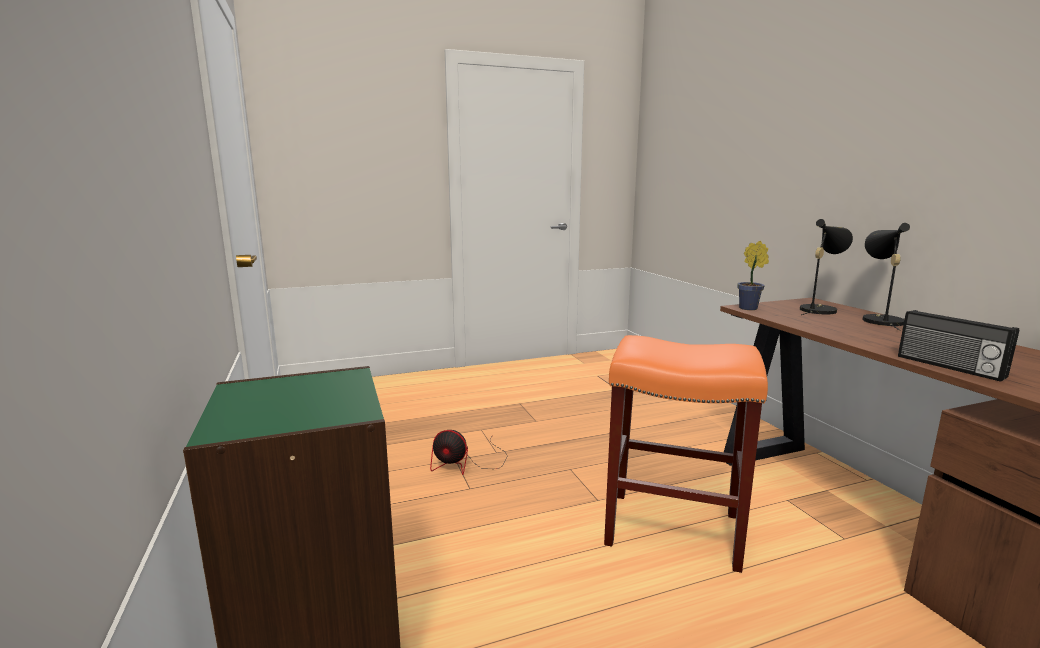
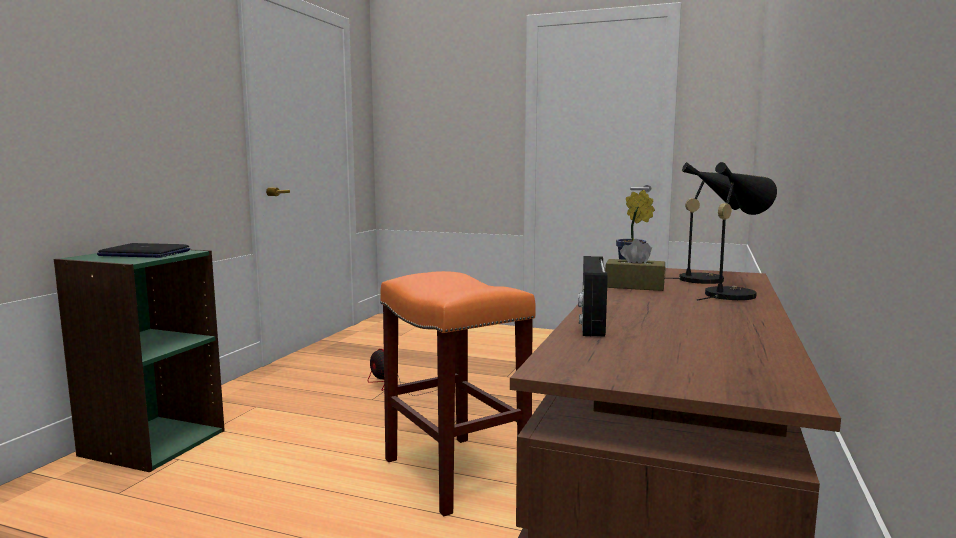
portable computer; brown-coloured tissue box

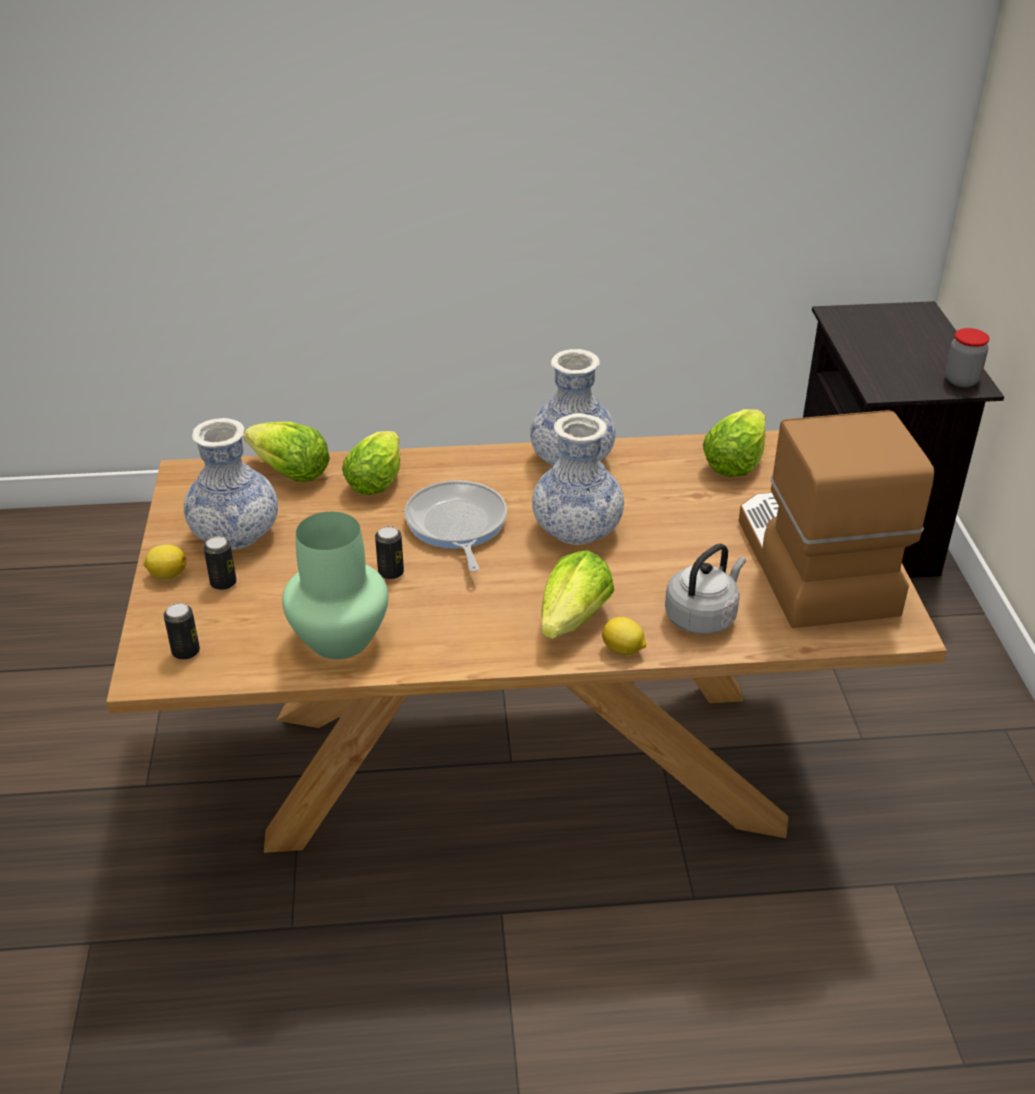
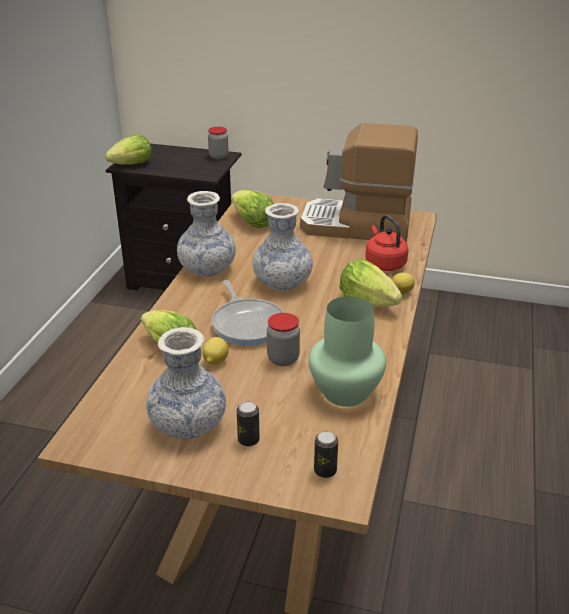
lettuce (no. 1 from left); lemon (no. 1 from left); pan; storage jar (no. 2 from left); red water kettle

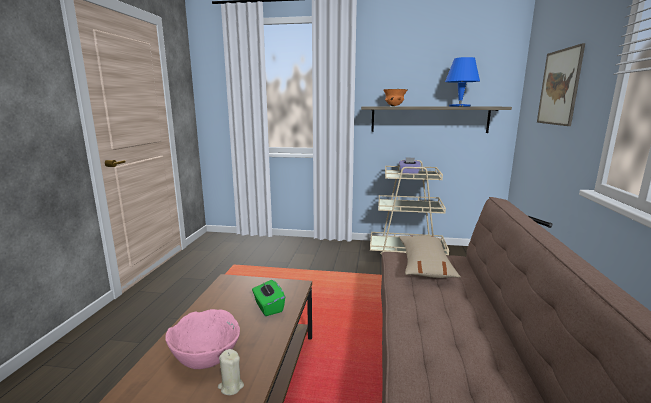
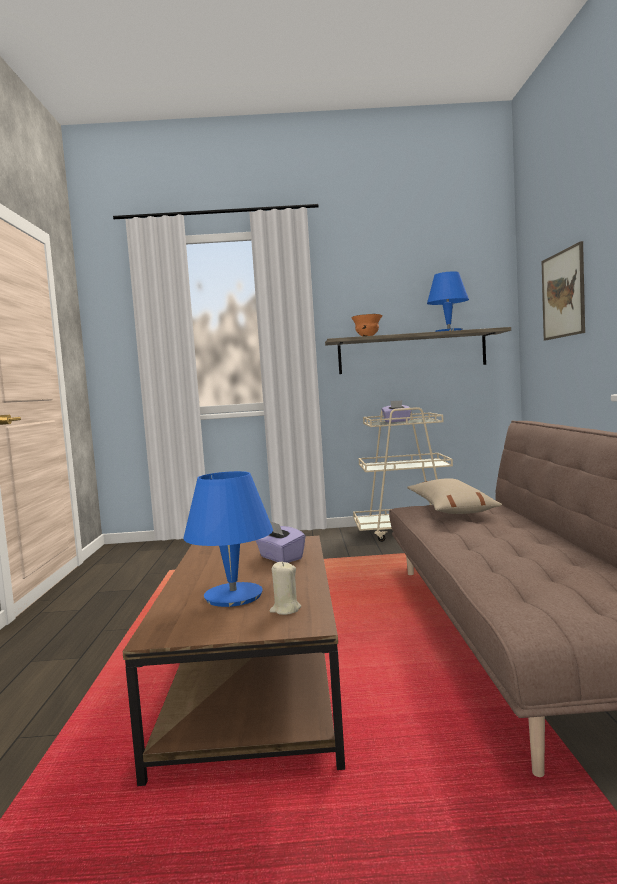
blue-coloured table lamp (no. 1 from left); purple-coloured tissue box (no. 1 from left)

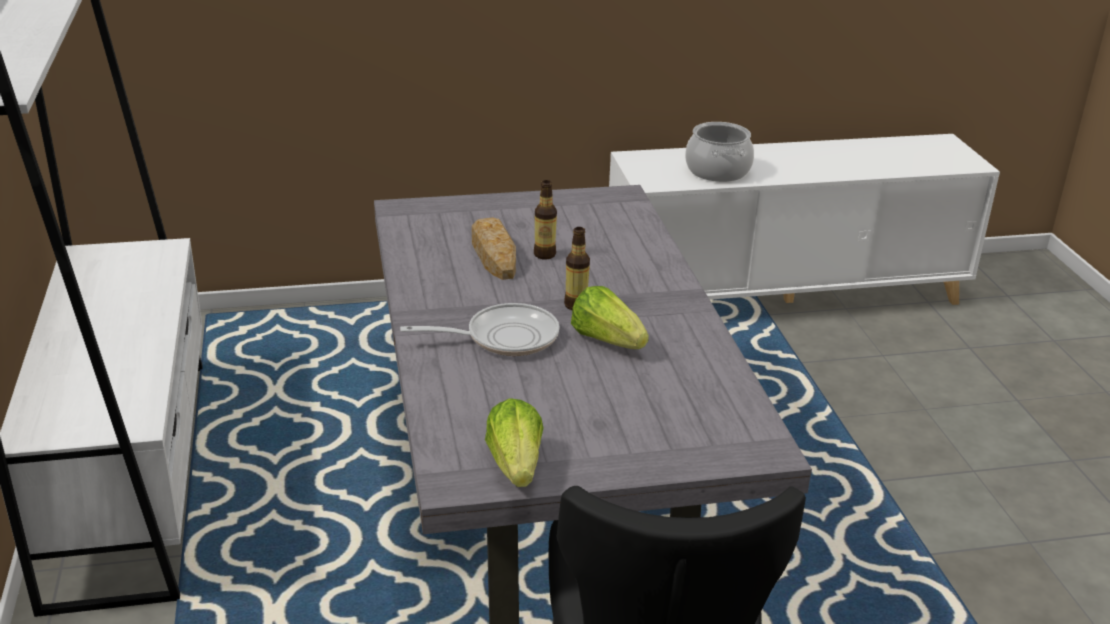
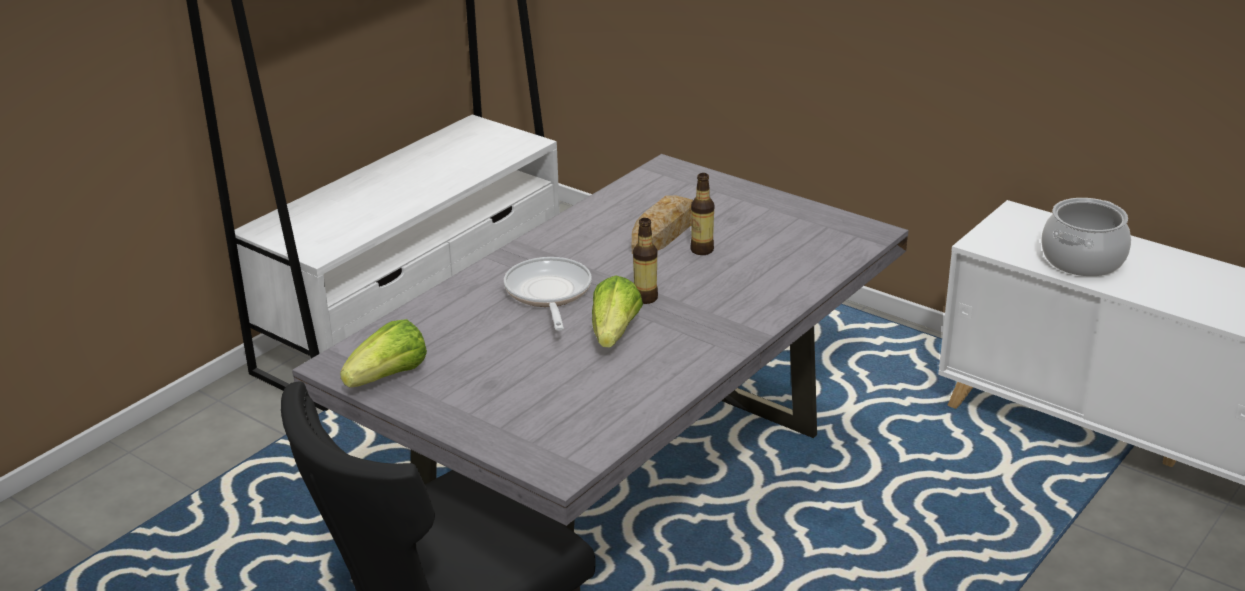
pan

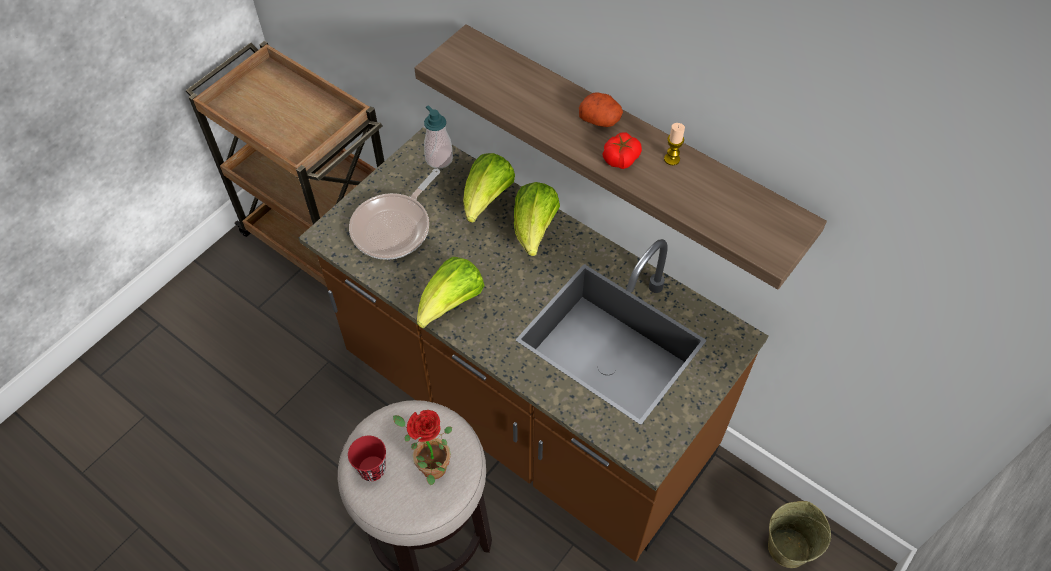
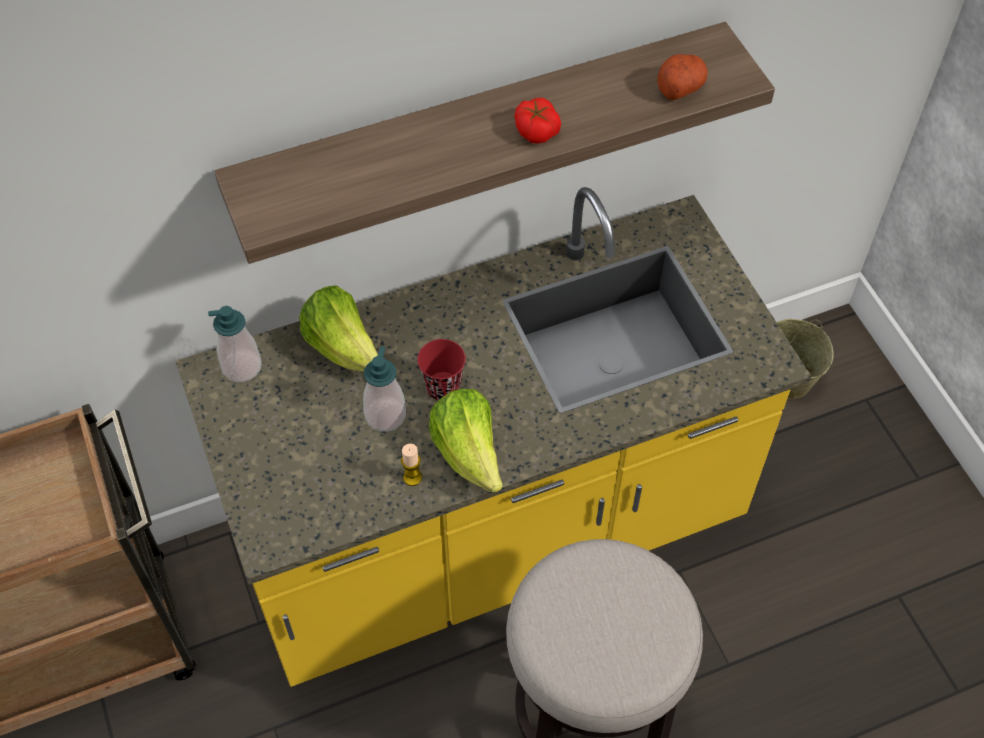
yellowish kitchen base unit; liquid soap bottle (no. 2 from left); candle; red cup; whole potato; pan; plant in a pot; lettuce (no. 3 from left in the first image)

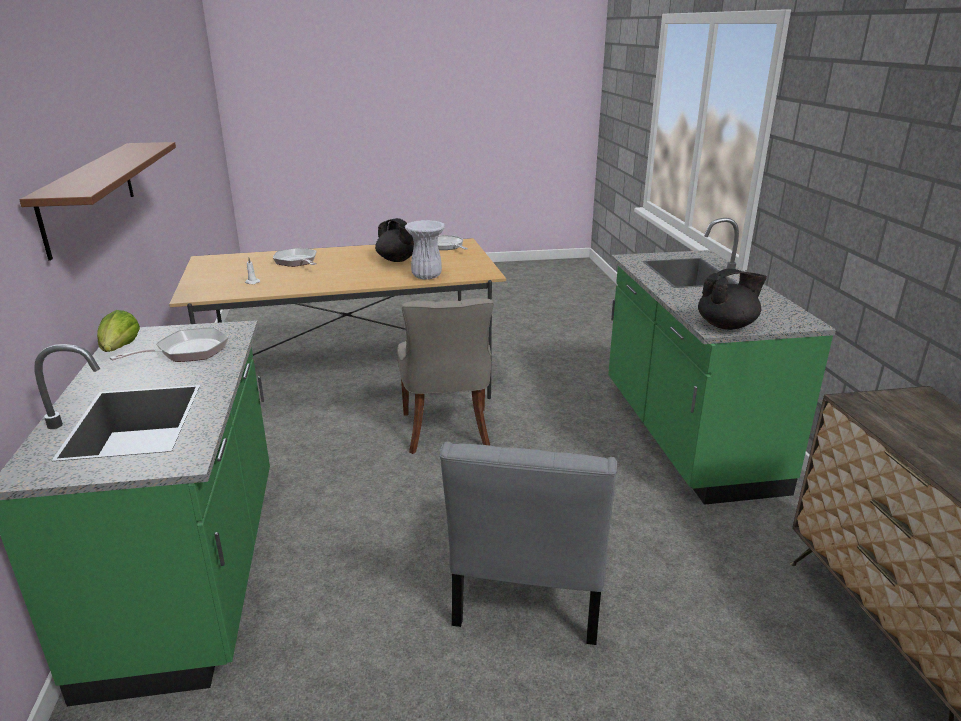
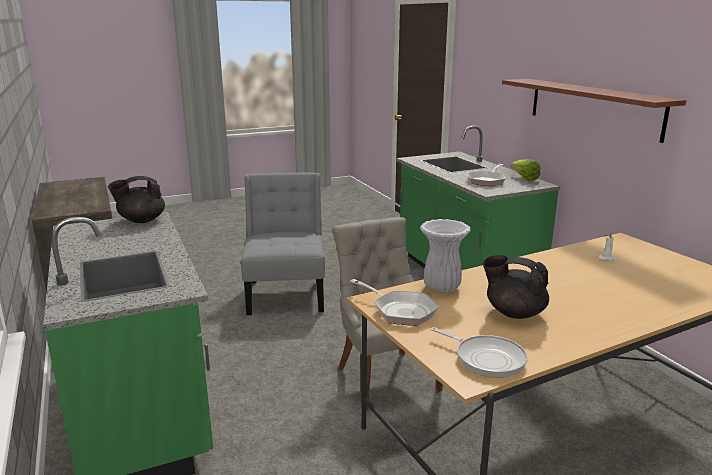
pan (no. 1 from left)

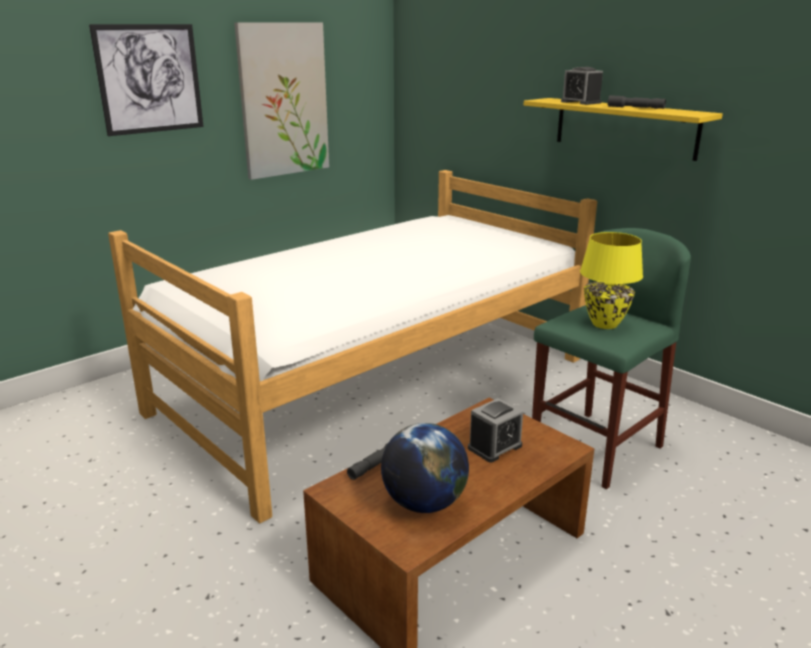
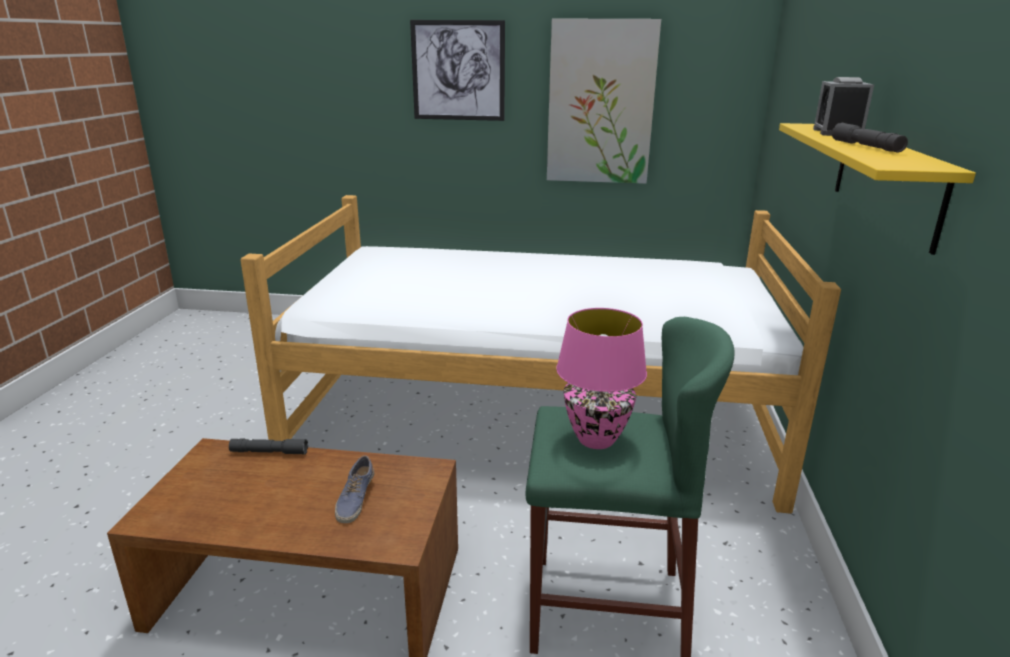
low shoe; pink table lamp; desk globe

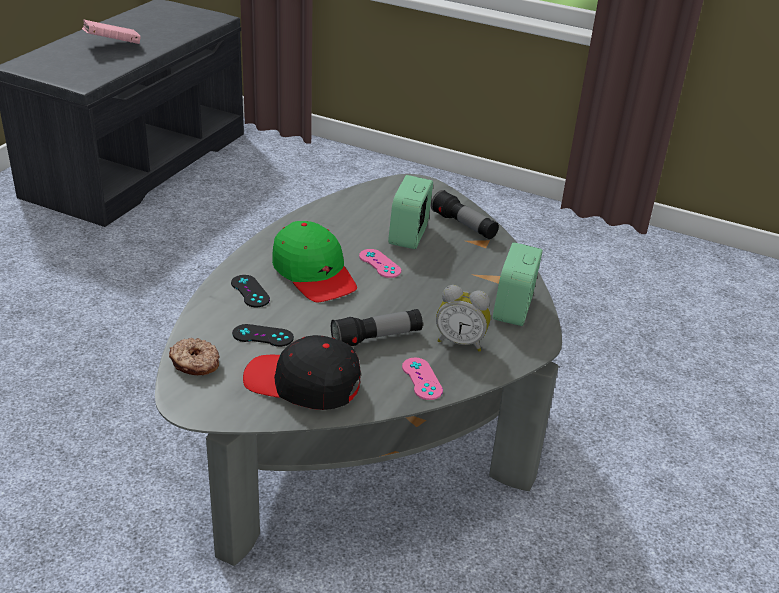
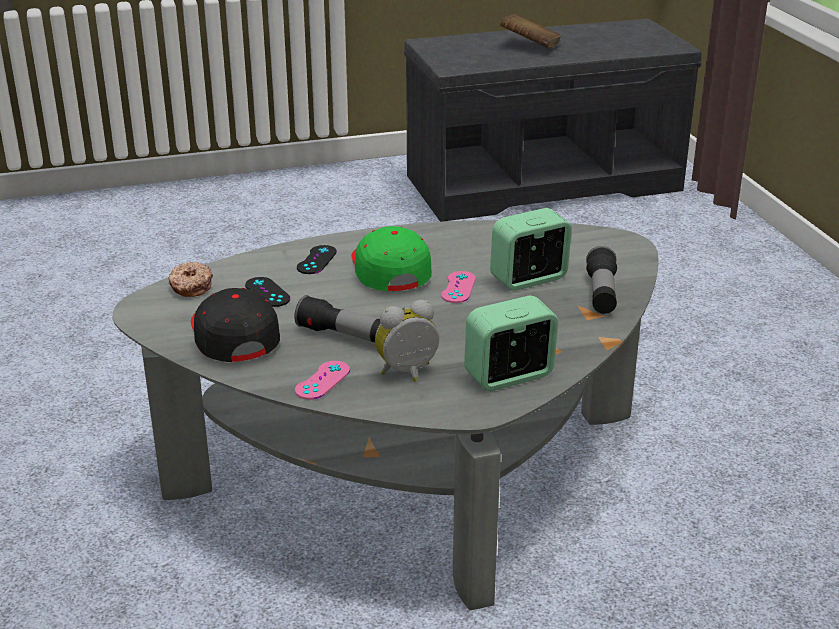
green-coloured peaked cap; bedside clock (no. 1 from left); brown-coloured book

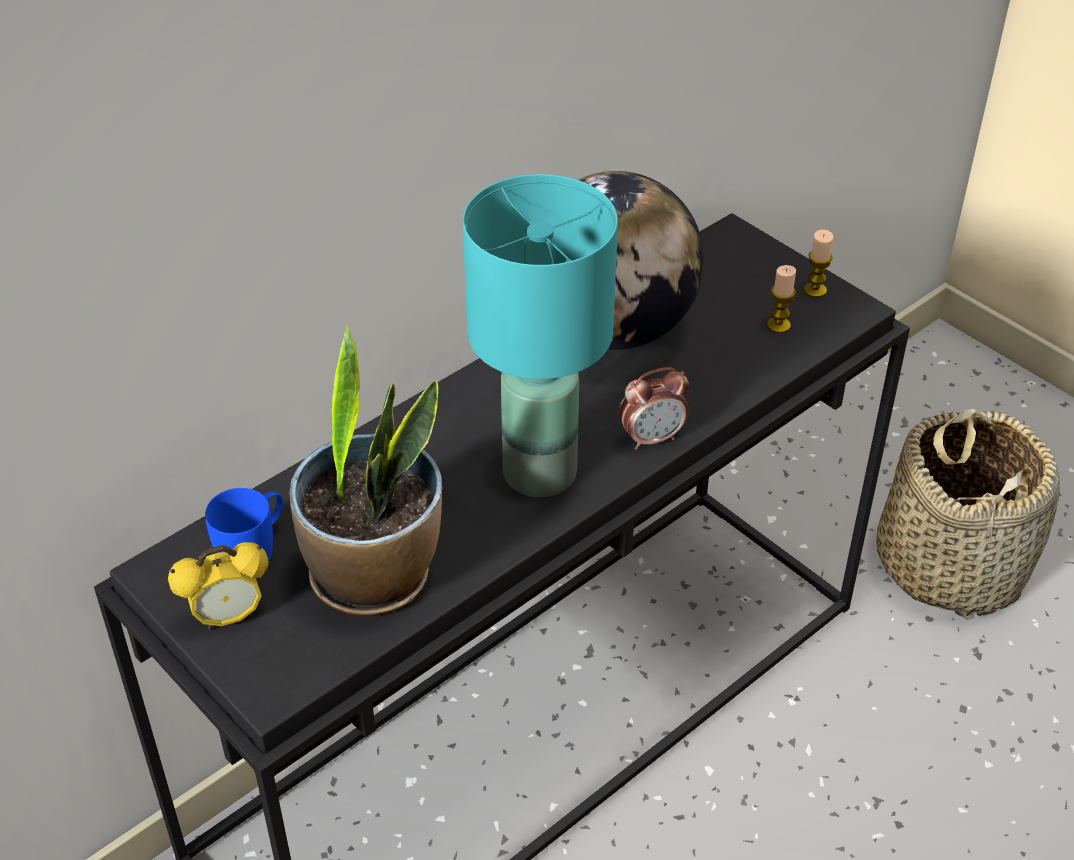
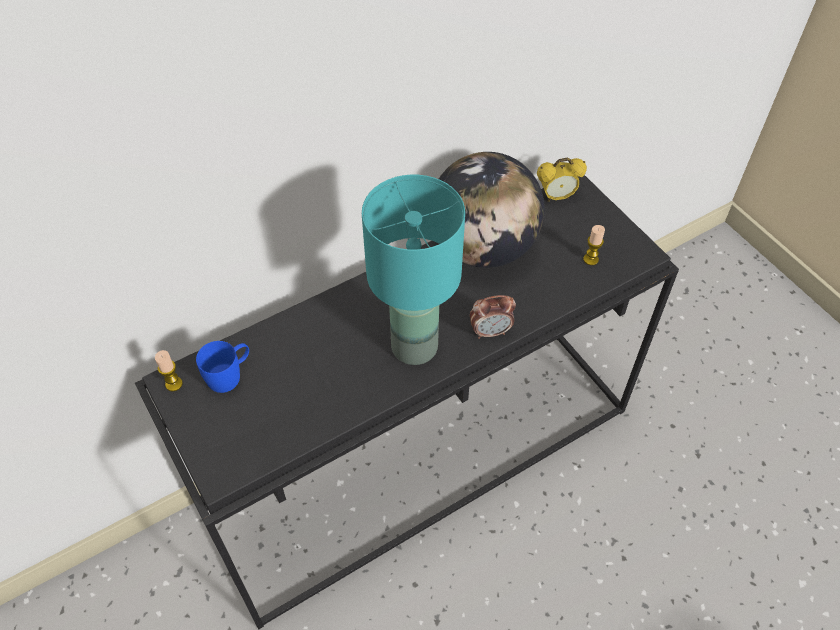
candle (no. 1 from left); bedside clock (no. 2 from left); plant in a pot; storage basket

